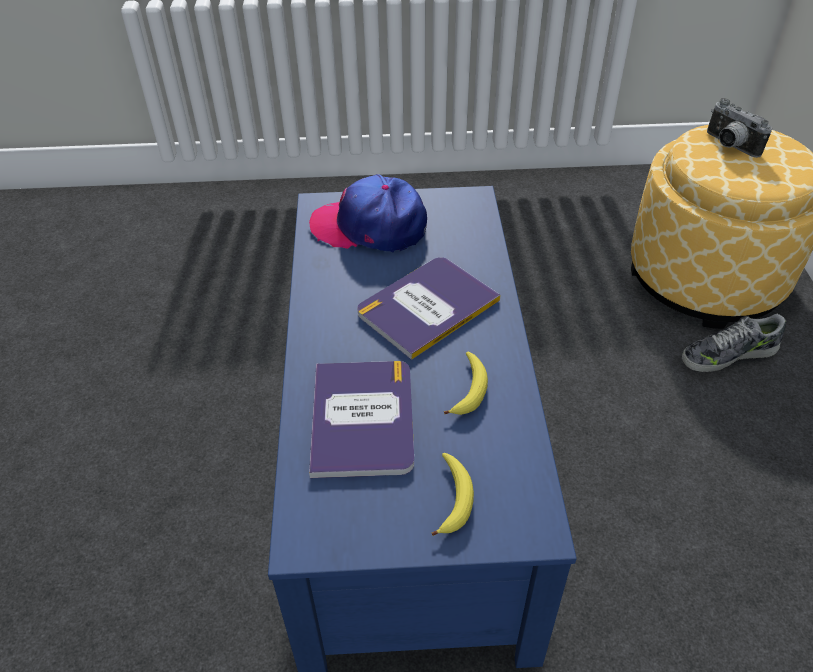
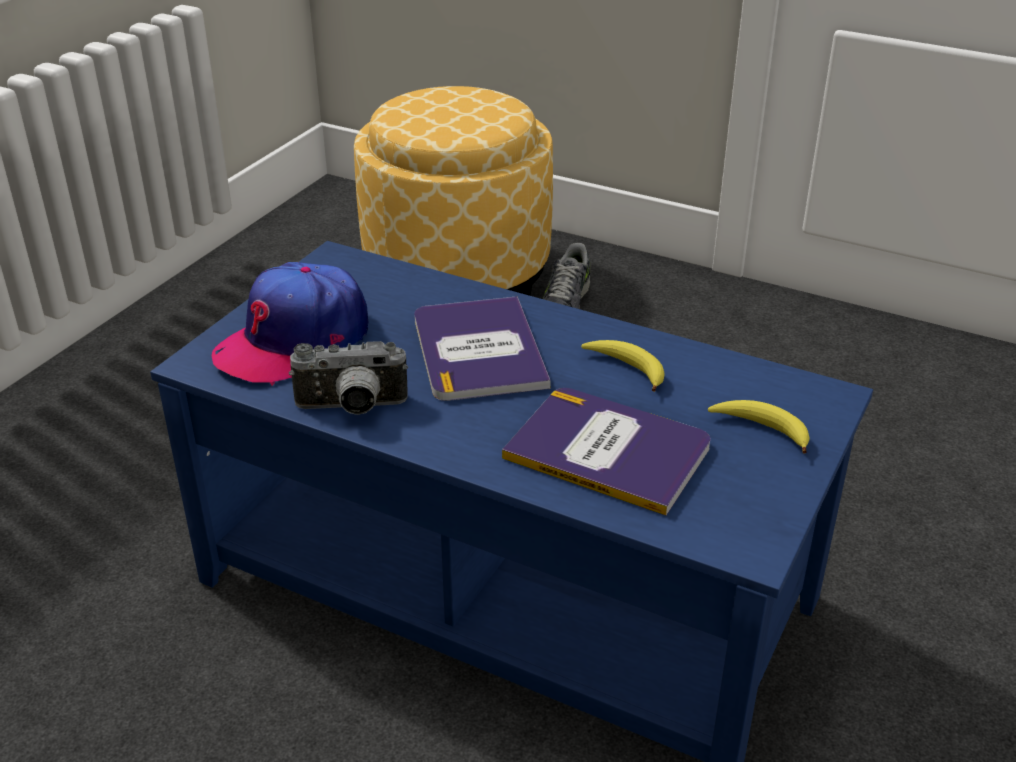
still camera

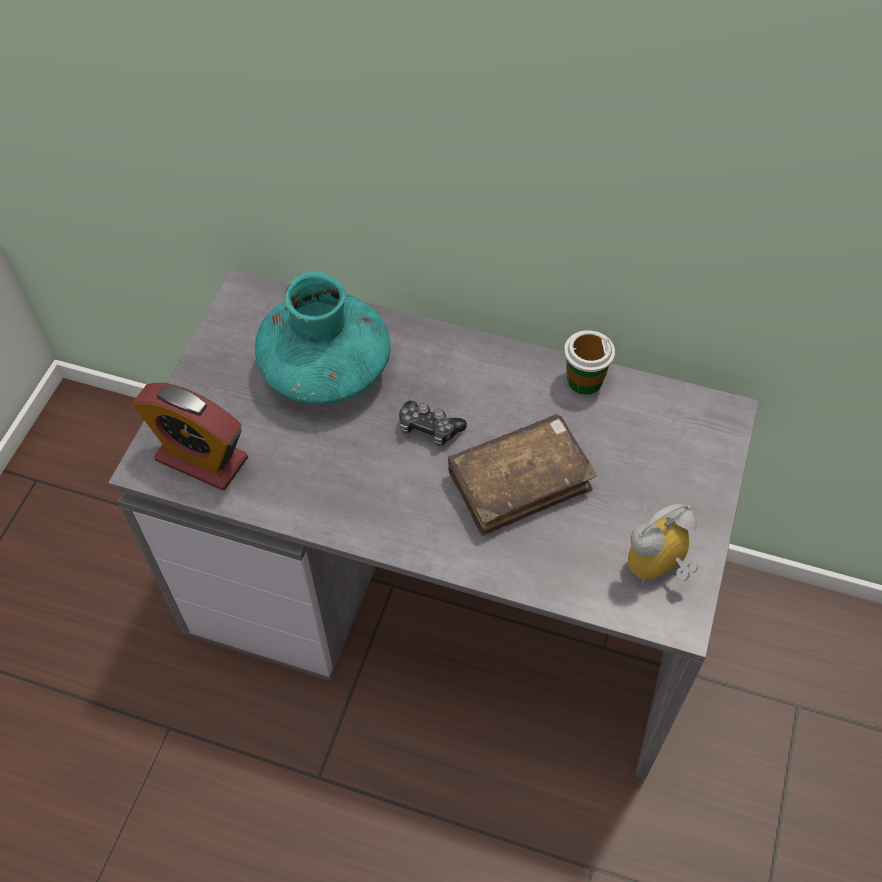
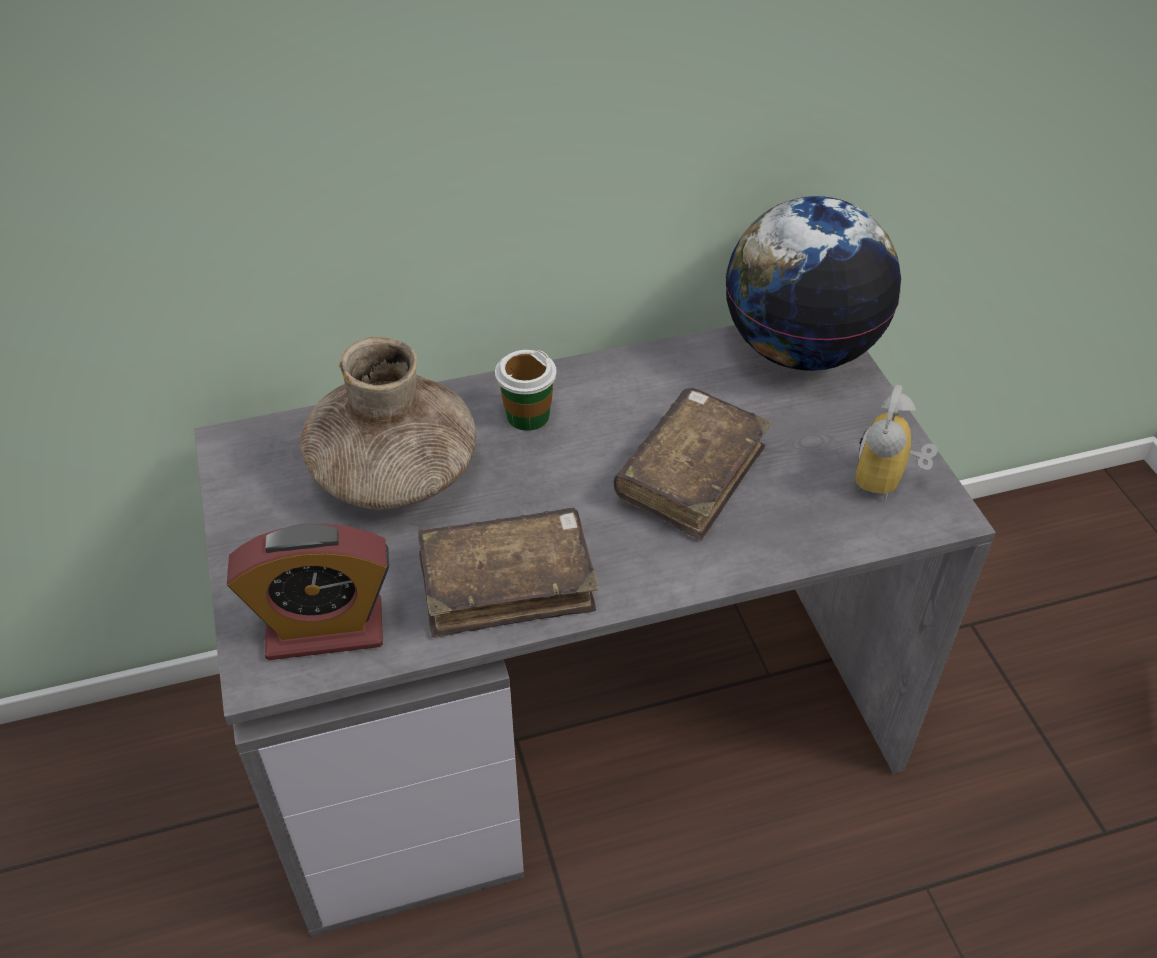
brown-coloured flower vase; brown-coloured book (no. 1 from left); cup; desk globe; gamepad

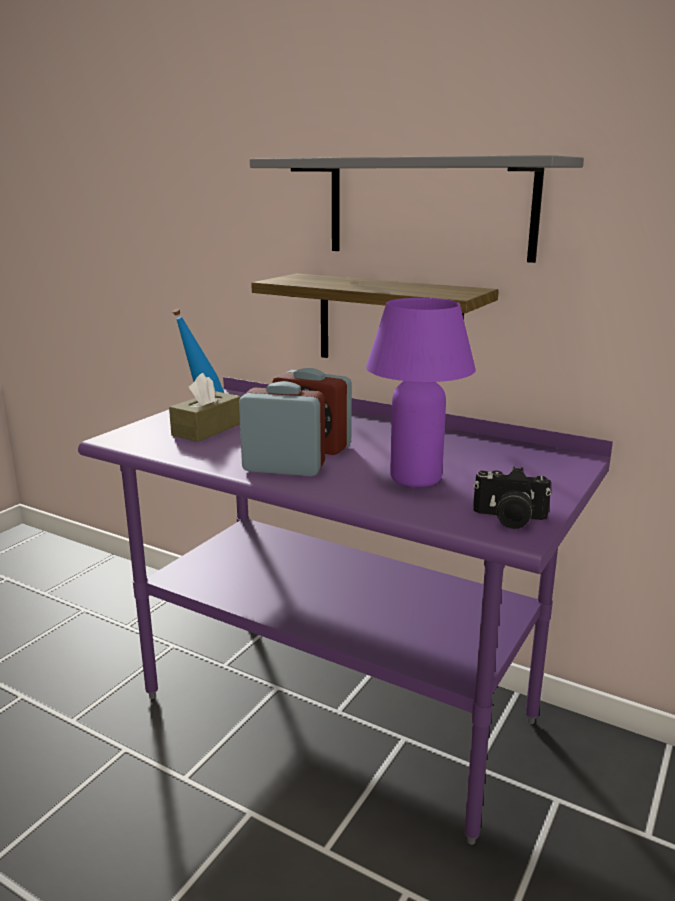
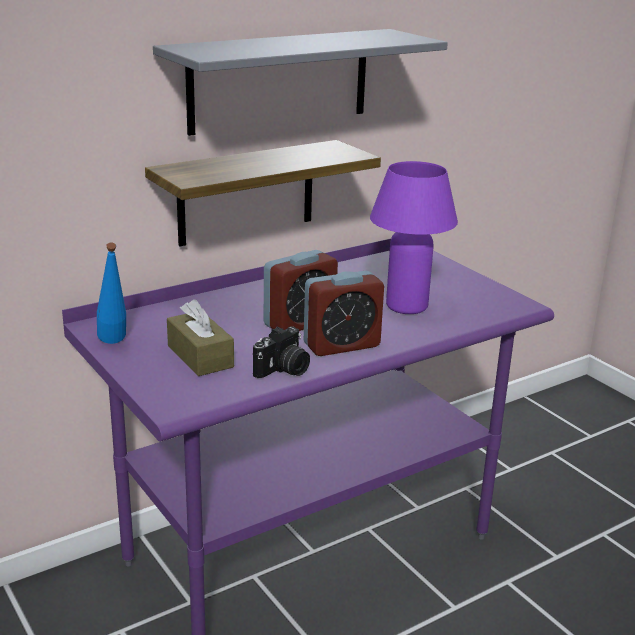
still camera; bedside clock (no. 2 from left)

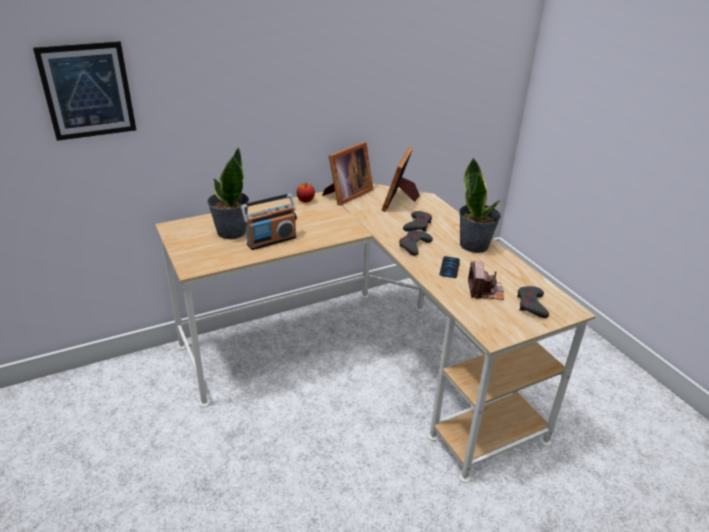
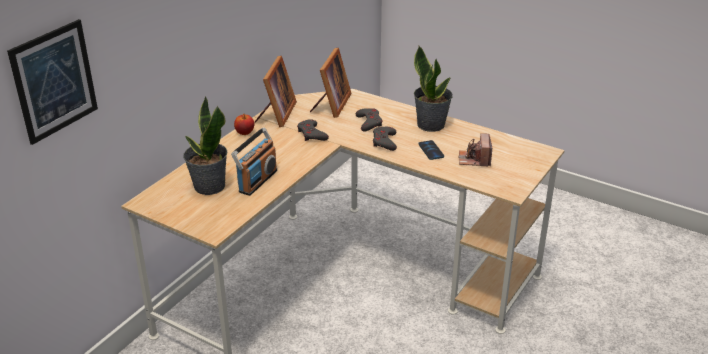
gray gamepad (no. 1 from left); photo frame (no. 2 from left); still camera

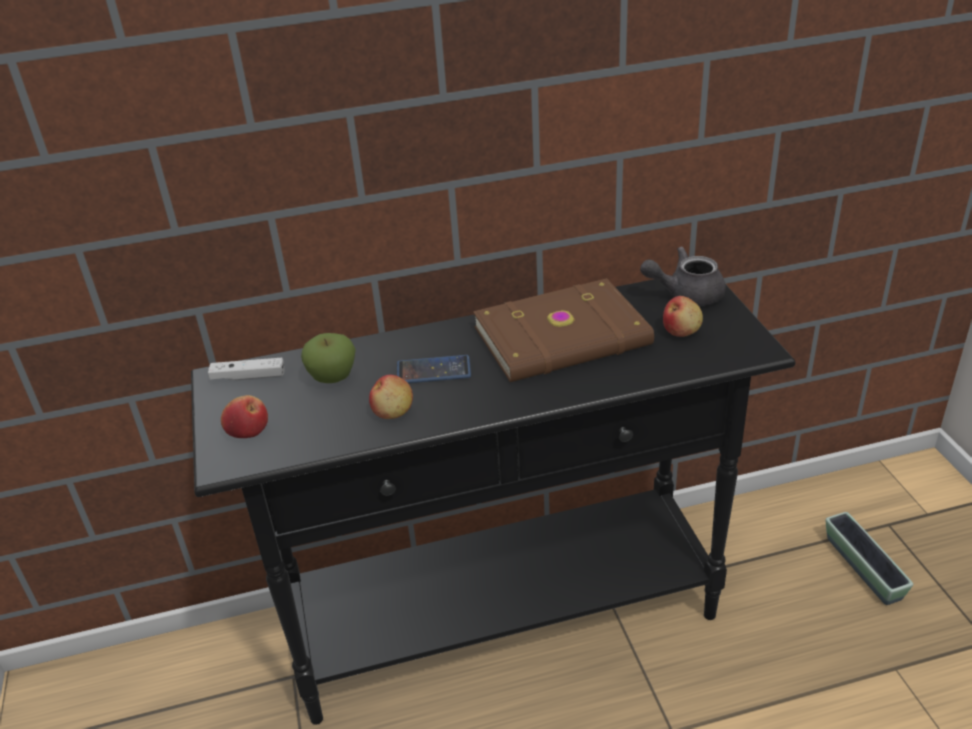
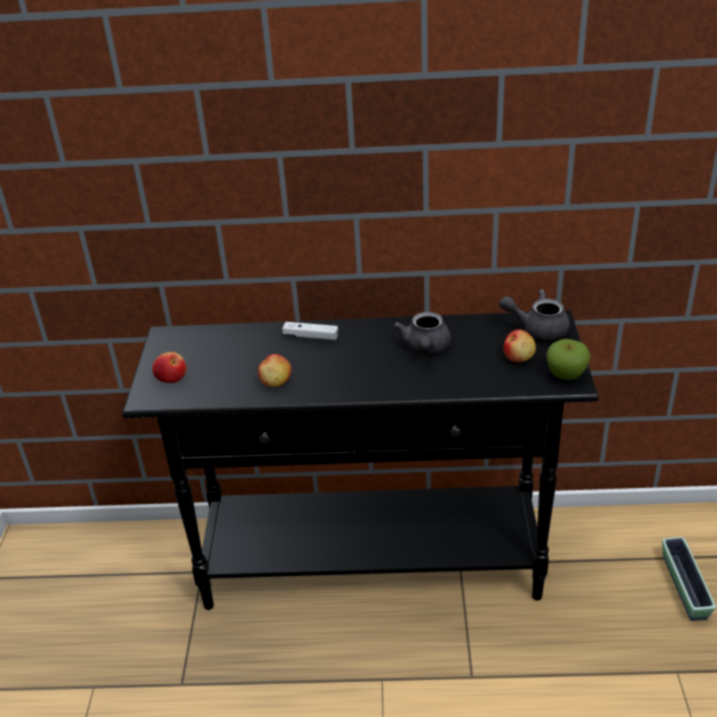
white gamepad; gray pot for tea (no. 1 from left); apple (no. 4 from left); telephone

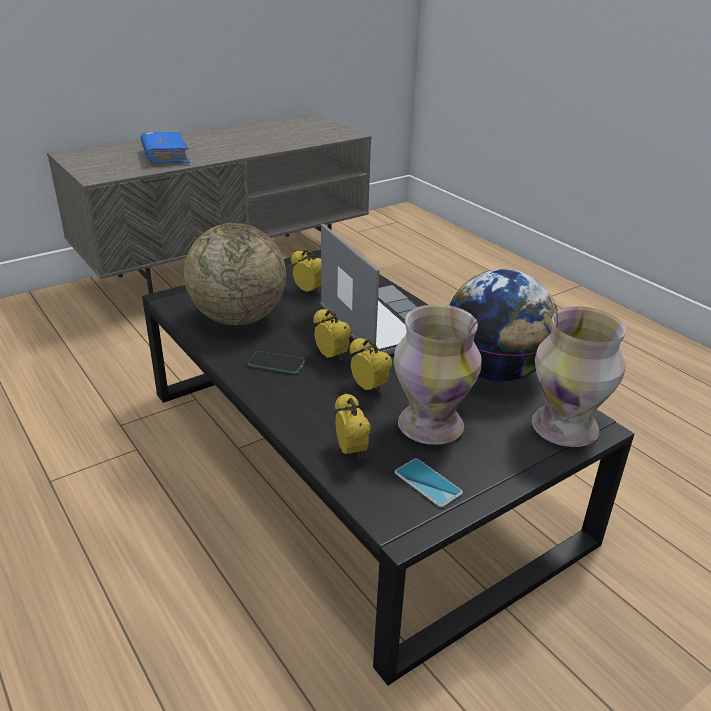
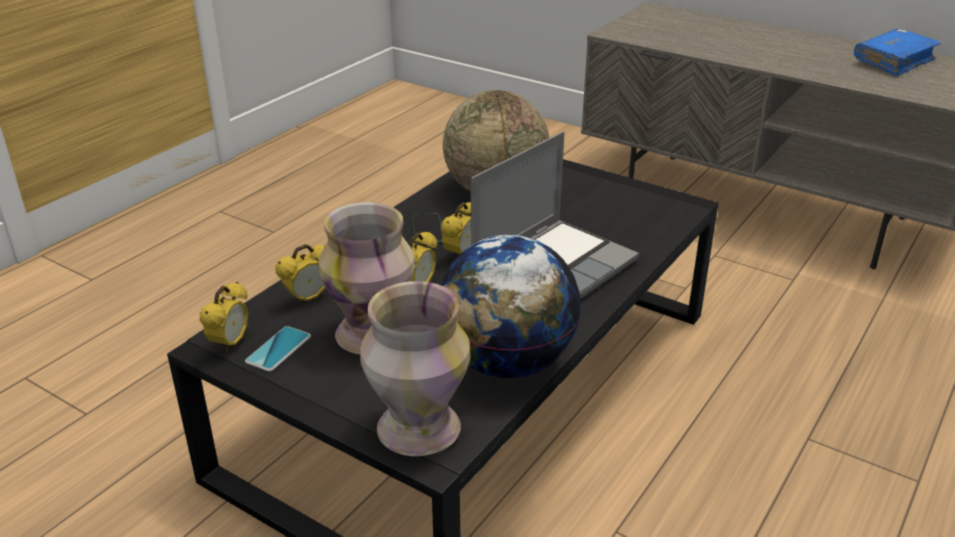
bedside clock (no. 1 from left); blue-coloured book

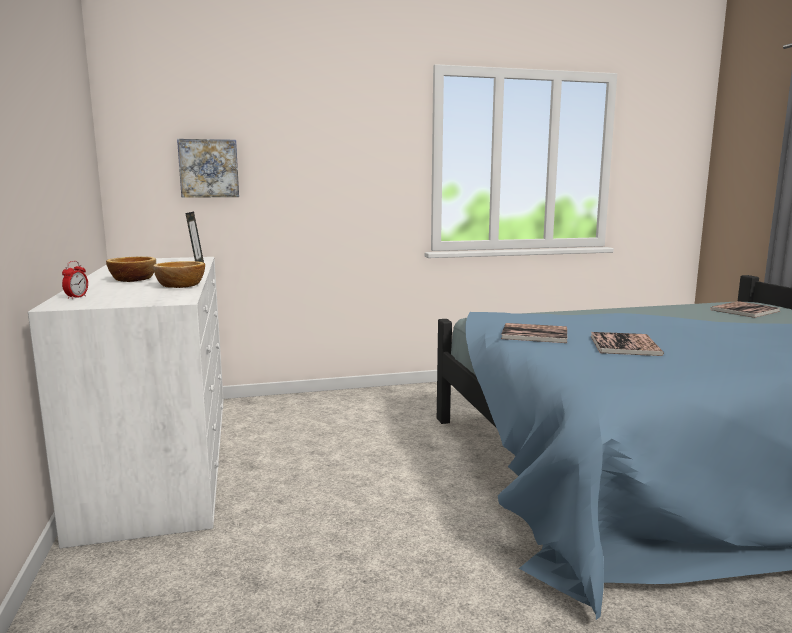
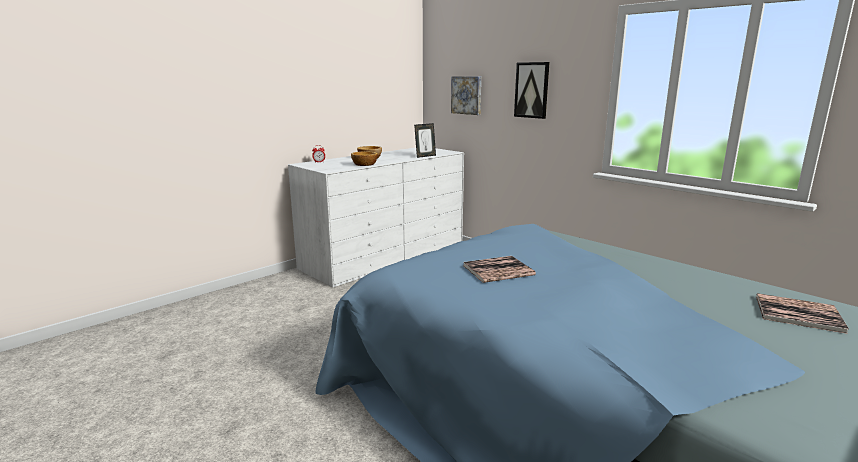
wall art (no. 2 from left); book (no. 1 from left in the first image)

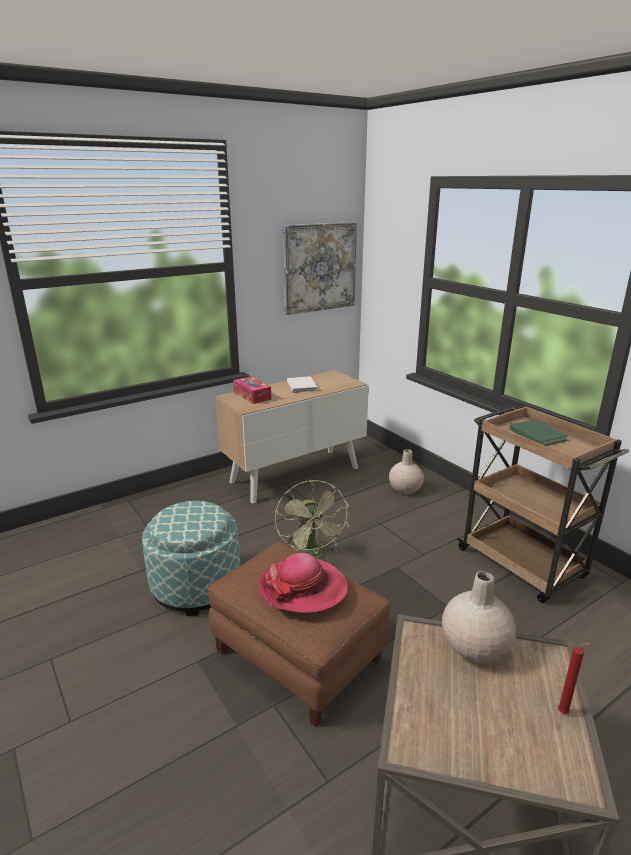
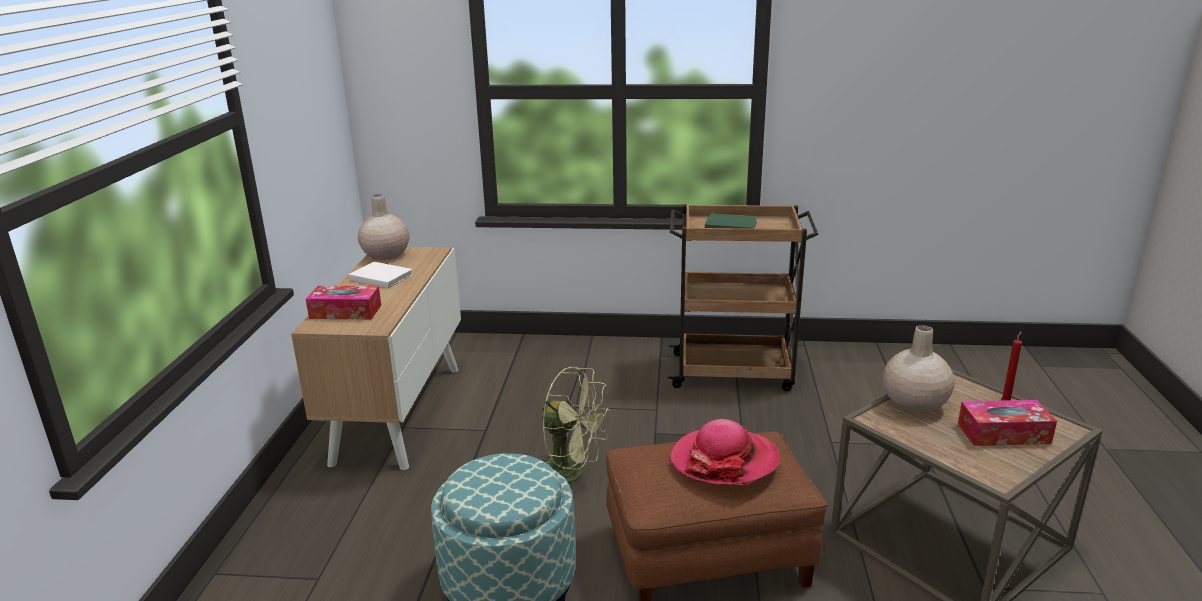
beige-coloured flower vase (no. 1 from left); tissue box (no. 2 from left); wall art

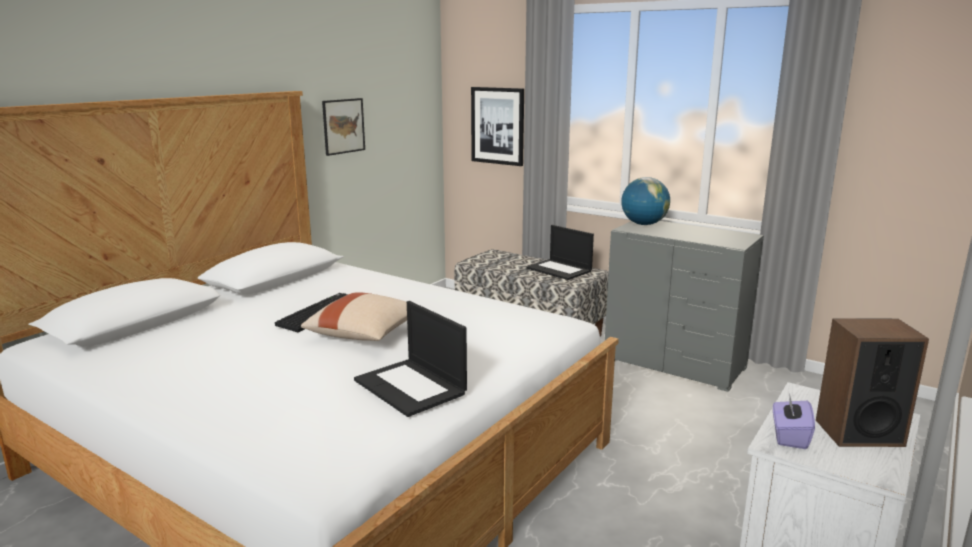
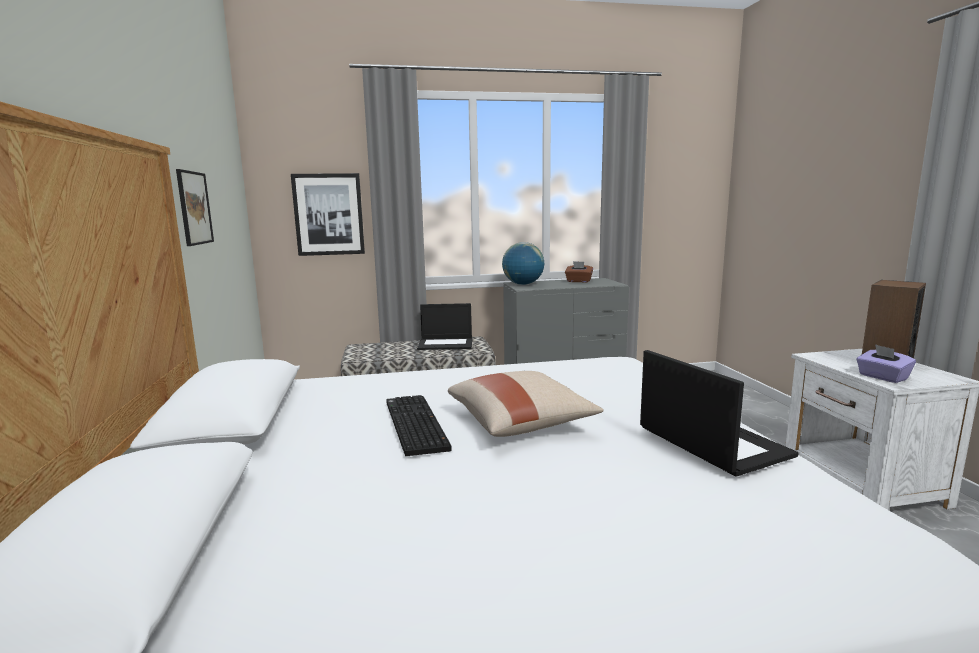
brown-coloured tissue box; portable computer (no. 2 from left)

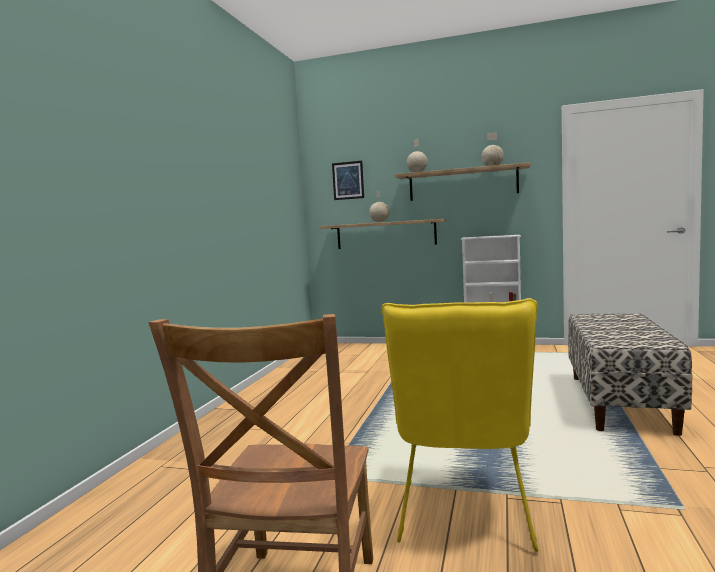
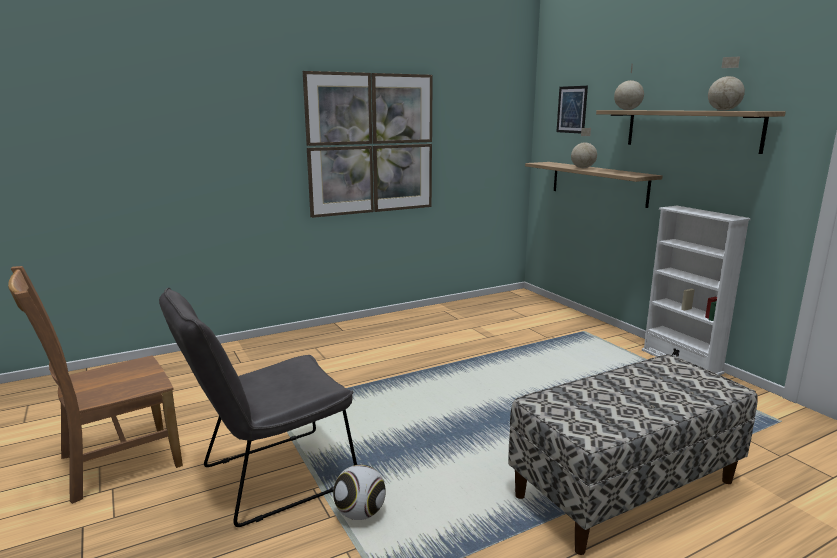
gray plain chair; wall art (no. 1 from left); ball for football

